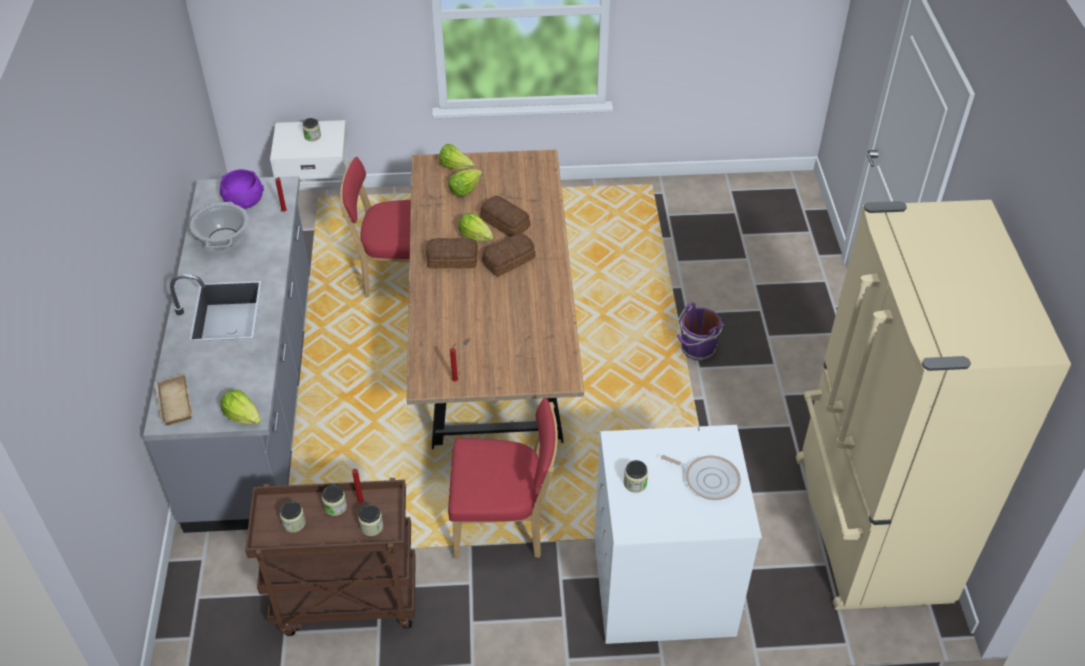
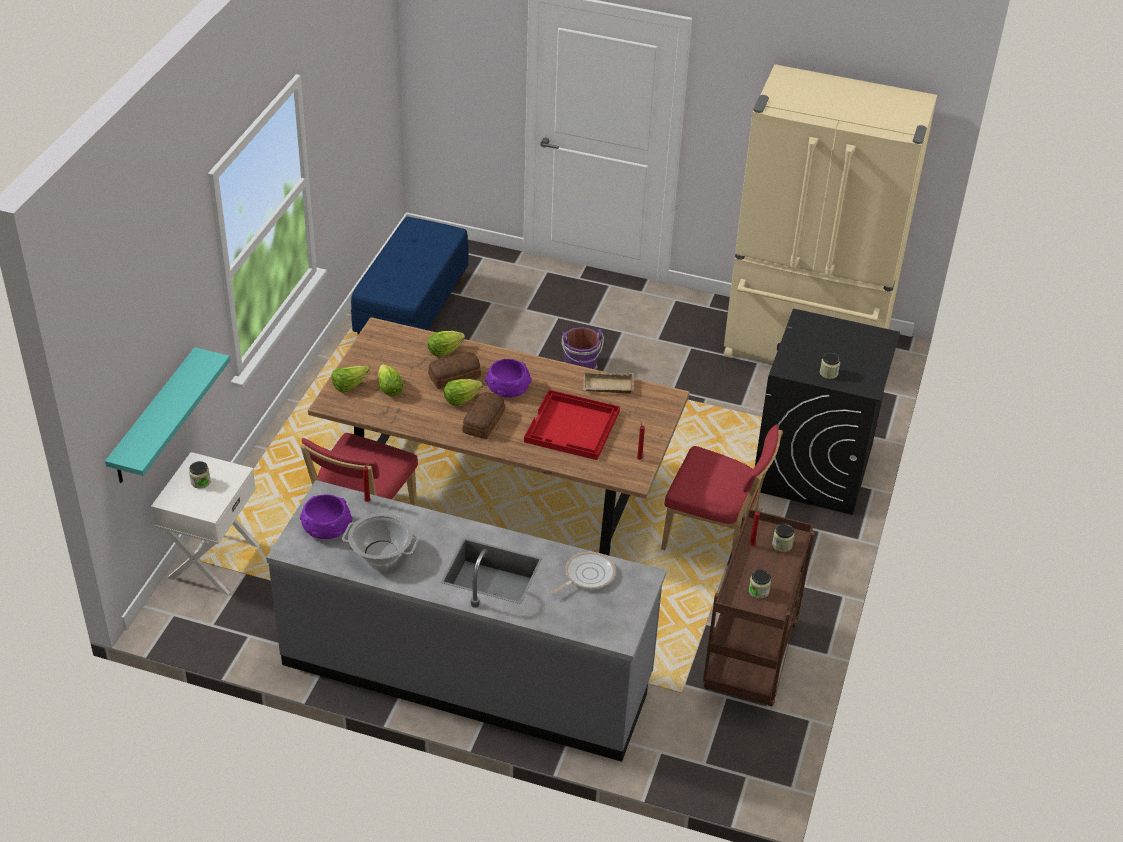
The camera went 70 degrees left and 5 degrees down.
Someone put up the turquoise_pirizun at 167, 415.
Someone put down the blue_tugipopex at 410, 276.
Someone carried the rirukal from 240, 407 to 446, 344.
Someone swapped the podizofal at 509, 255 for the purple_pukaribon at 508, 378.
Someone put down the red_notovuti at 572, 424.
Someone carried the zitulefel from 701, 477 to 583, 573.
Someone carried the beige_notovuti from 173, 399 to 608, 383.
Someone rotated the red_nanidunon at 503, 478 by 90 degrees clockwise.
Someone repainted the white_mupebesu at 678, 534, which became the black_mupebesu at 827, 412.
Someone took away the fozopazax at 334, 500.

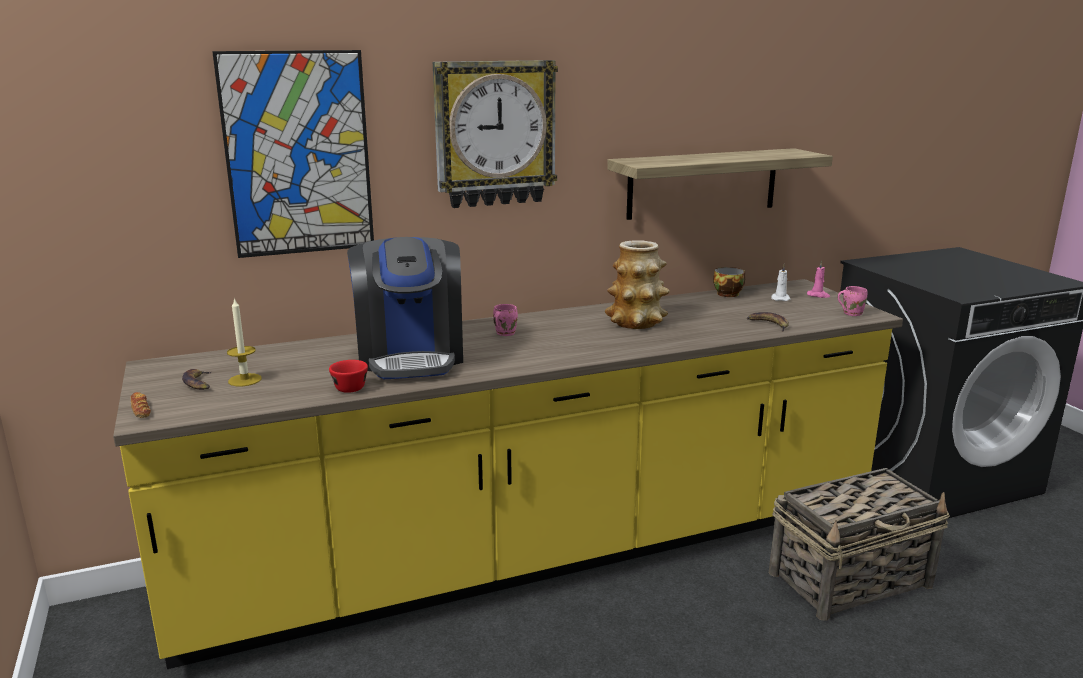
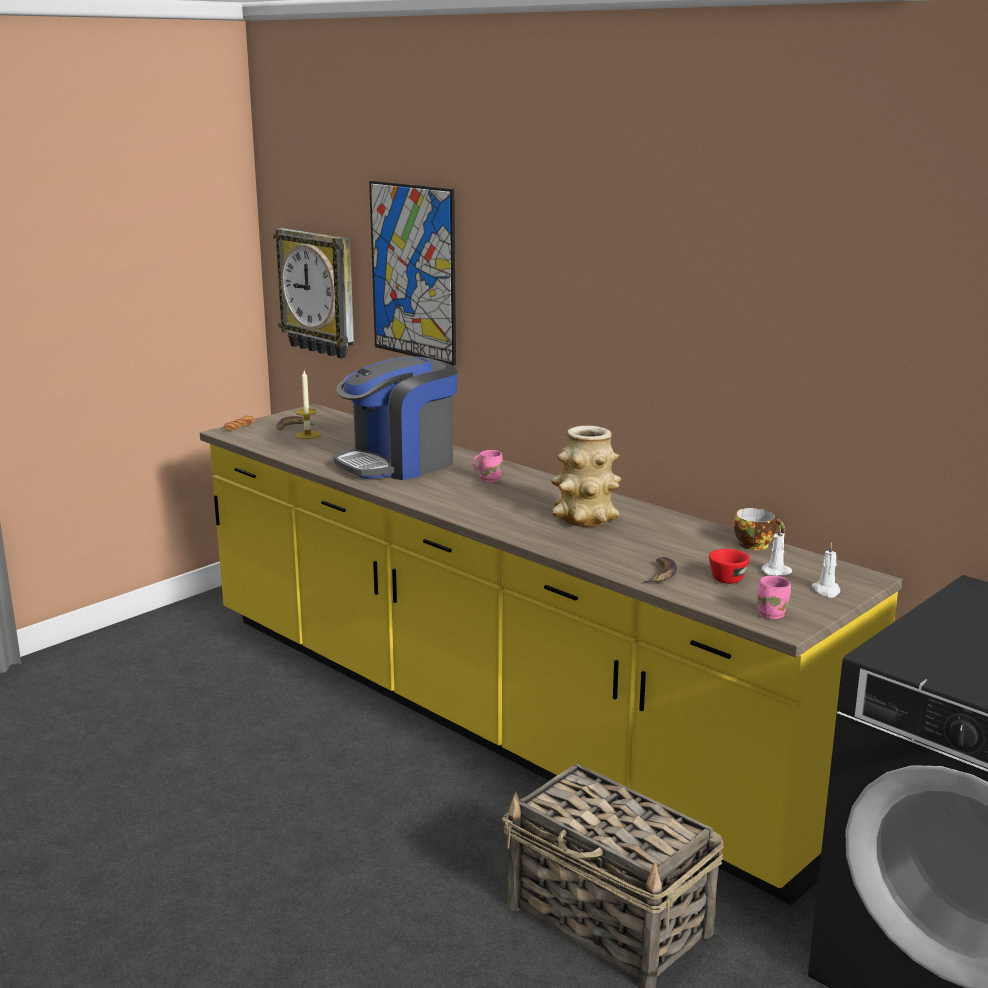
The camera went 65 degrees right and 0 degrees up.
Someone carried the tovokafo from 495, 134 to 313, 293.
Someone carried the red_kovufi from 348, 376 to 729, 566.
Someone repainted the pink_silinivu at 818, 279, which became the white_silinivu at 826, 569.
Someone took away the pirizun at 720, 184.

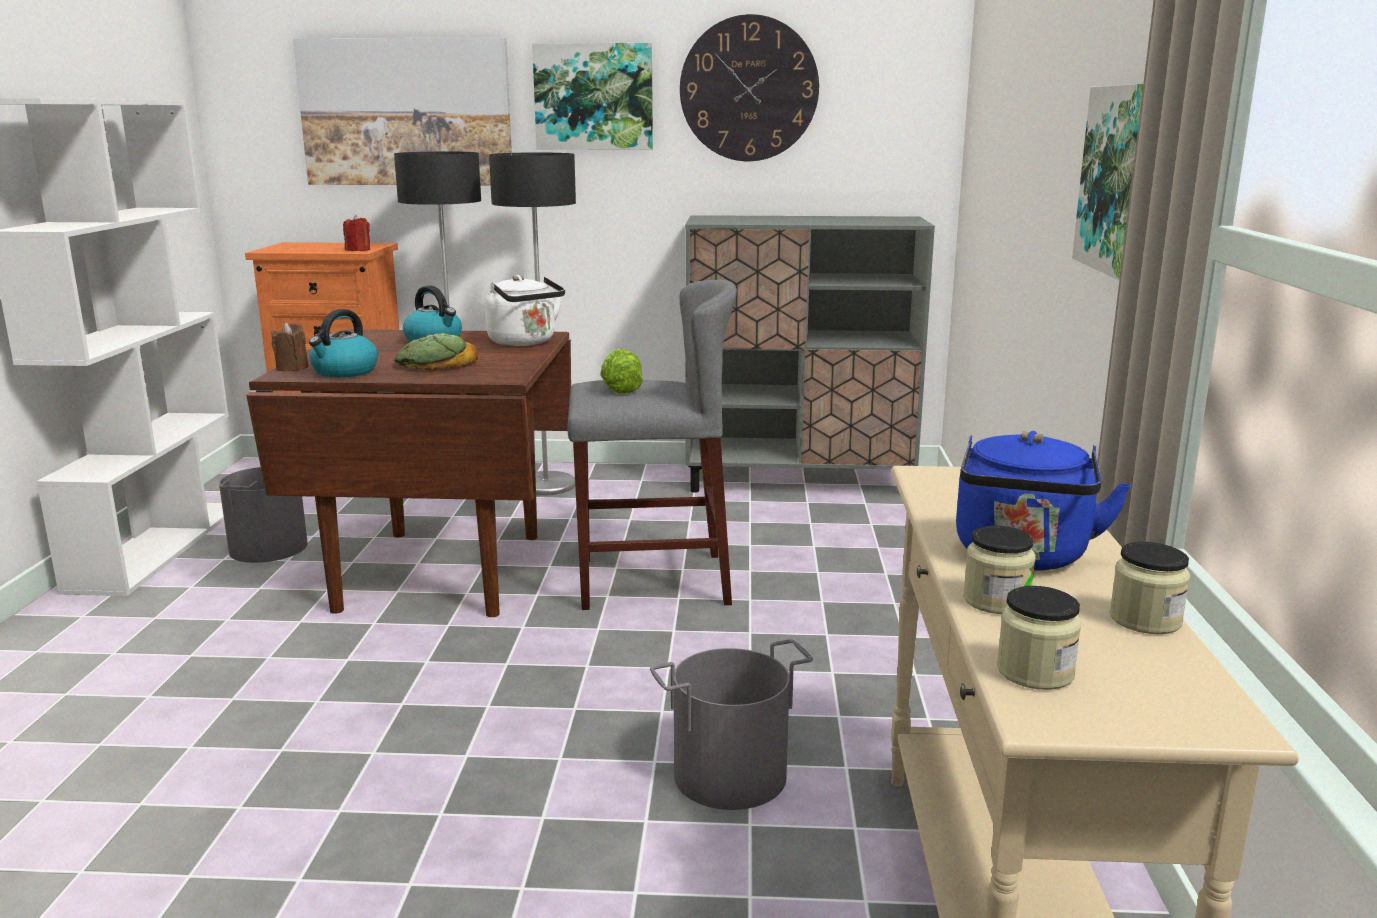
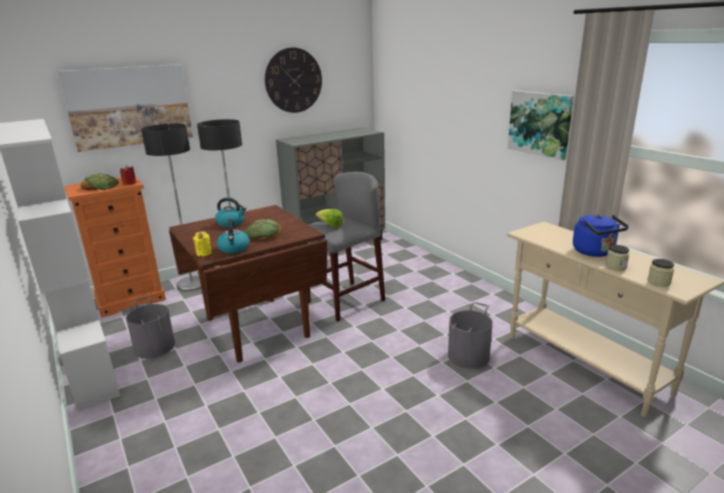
The camera went 35 degrees left and 5 degrees up.
Someone put down the podizofal at 100, 181.
Someone repainted the brown_silinivu at 290, 347, which became the yellow_silinivu at 202, 244.
Someone took away the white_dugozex at 525, 310.
Someone took away the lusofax at 592, 96.
Someone took away the fozopazax at 1149, 588.

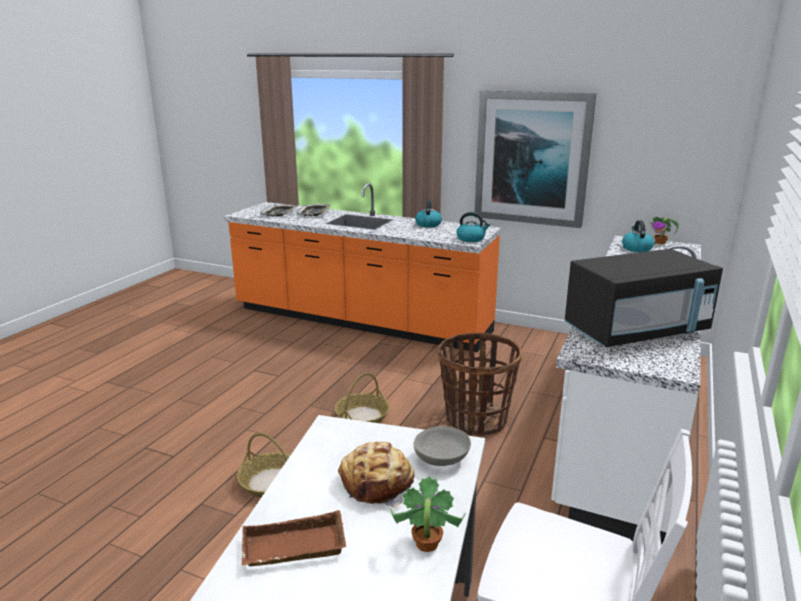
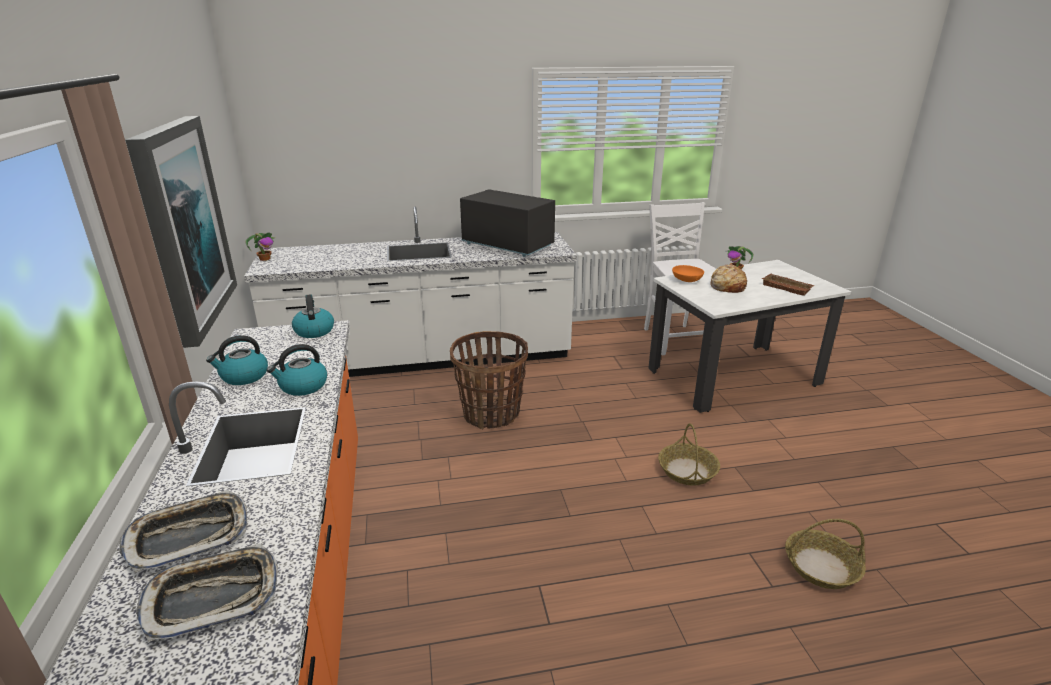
The camera went 125 degrees left and 5 degrees up.
Someone carried the dugozex from 638, 236 to 297, 370.
Someone repainted the grey_pukaribon at 442, 446, which became the orange_pukaribon at 688, 273.
Someone carried the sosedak from 362, 398 to 825, 554.

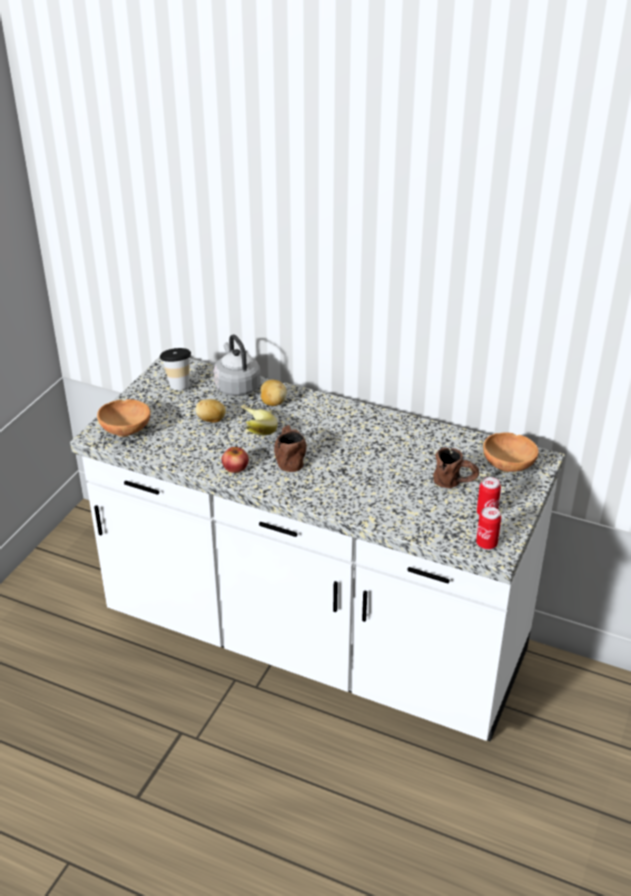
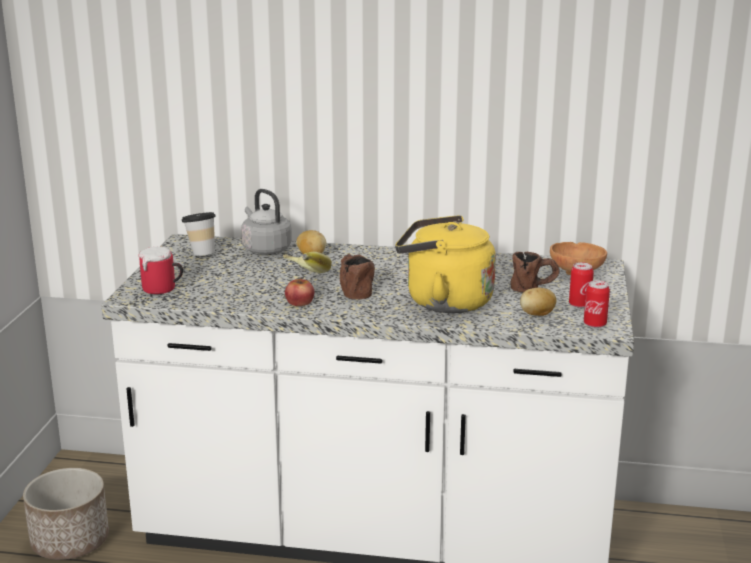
The camera went 15 degrees left and 15 degrees down.
Someone put down the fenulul at 66, 514.
Someone swapped the brown_pukaribon at 123, 418 for the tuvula at 160, 270.
Someone put down the yellow_dugozex at 445, 264.
Someone carried the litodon from 210, 411 to 538, 302.

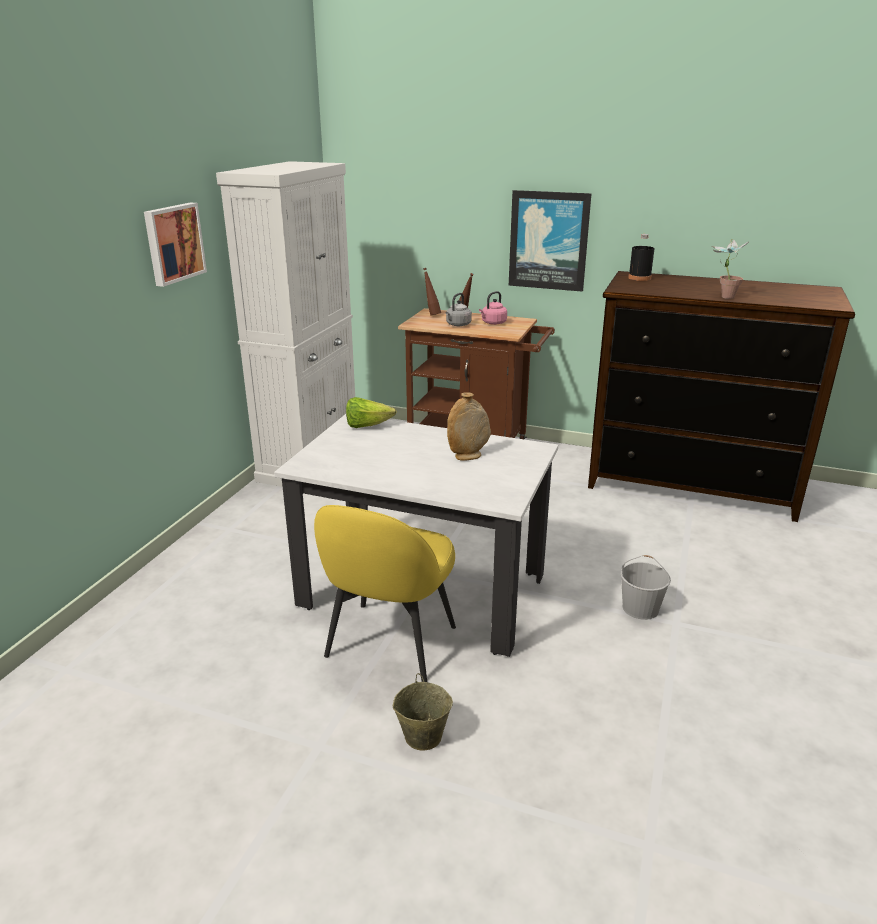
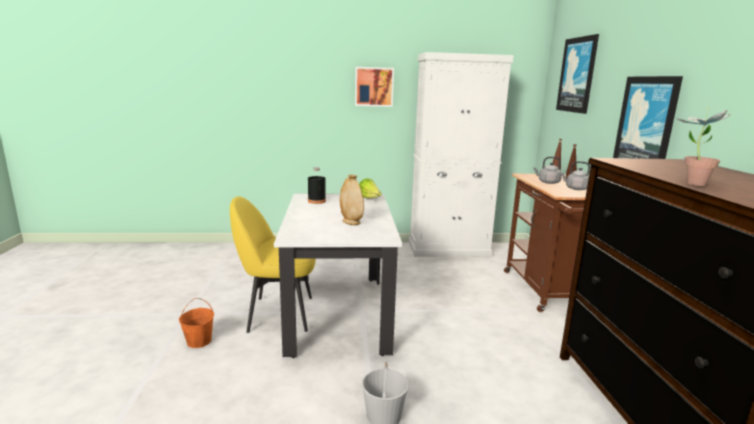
The camera went 65 degrees right and 10 degrees down.
Someone repainted the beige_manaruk at 423, 711, which became the orange_manaruk at 196, 323.
Someone carried the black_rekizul from 641, 257 to 317, 185.
Someone put up the lusofax at 577, 74.
Someone repainted the pink_dugozex at 493, 308, which became the grey_dugozex at 575, 175.

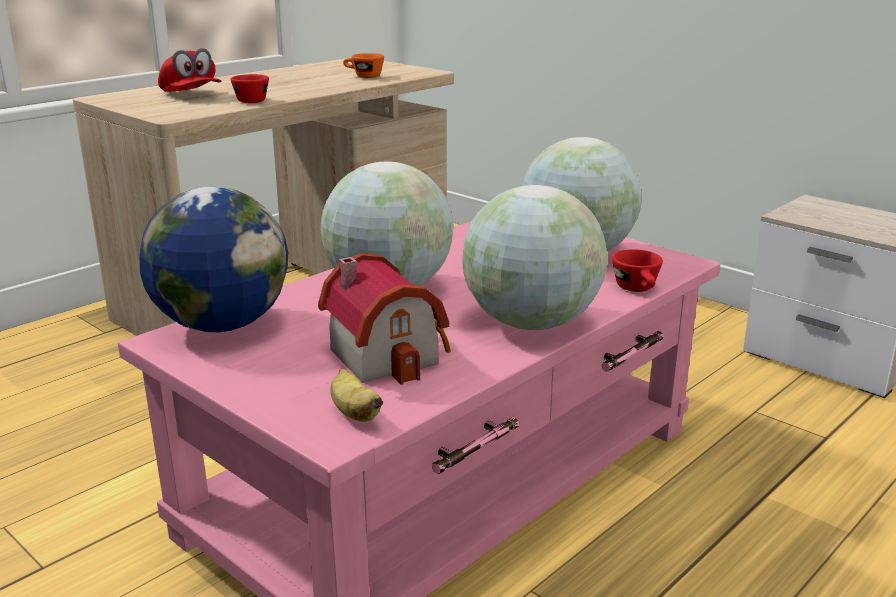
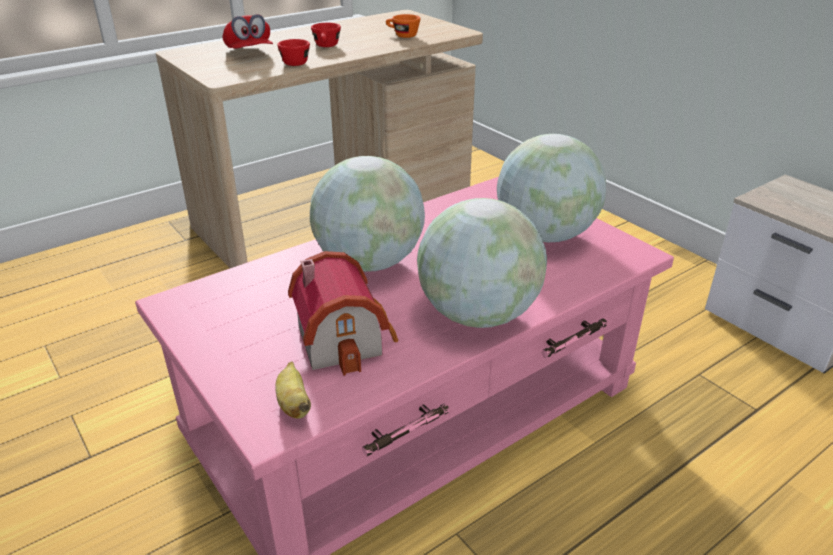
The camera went 10 degrees right and 10 degrees up.
Someone carried the red_kovufi from 637, 270 to 326, 35.
Someone took away the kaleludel at 214, 259.

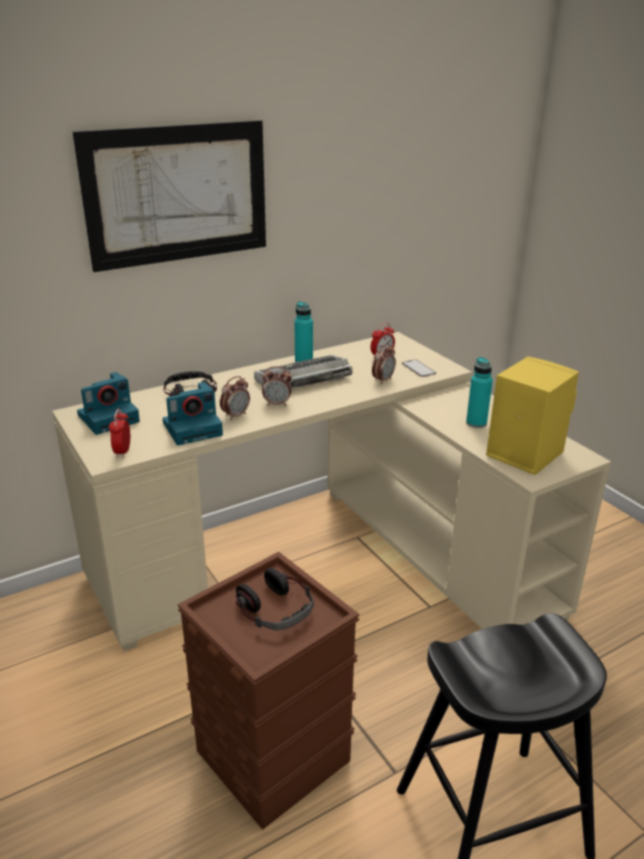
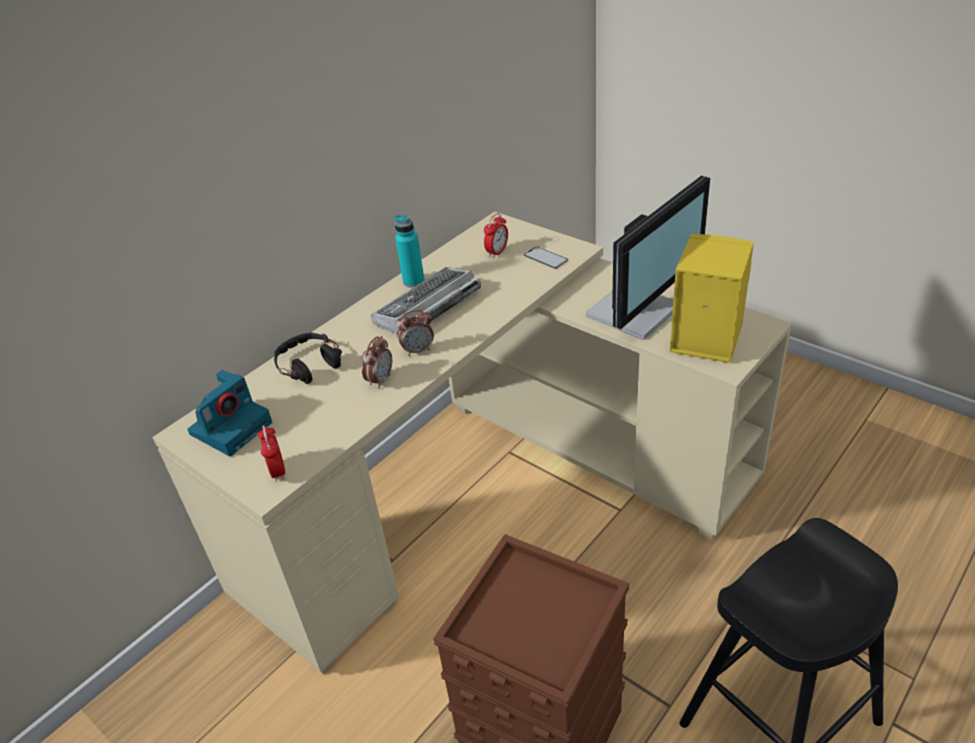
The camera went 15 degrees left and 10 degrees up.
Someone swapped the turquoise_rekizul at 479, 392 for the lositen at 648, 258.
Someone took away the lusofax at 169, 196.
Someone took away the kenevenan at 193, 413.
Someone took away the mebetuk at 275, 599.
Someone took away the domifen at 384, 364.

